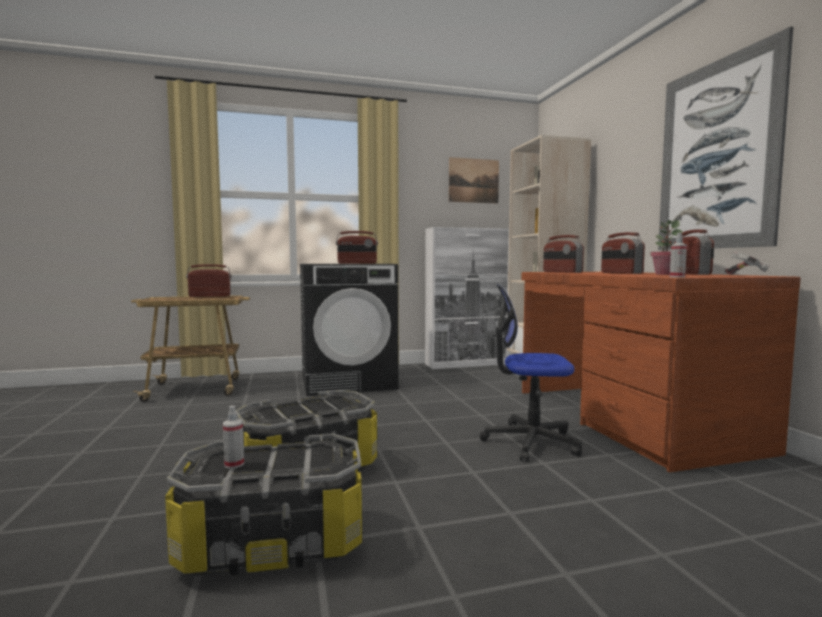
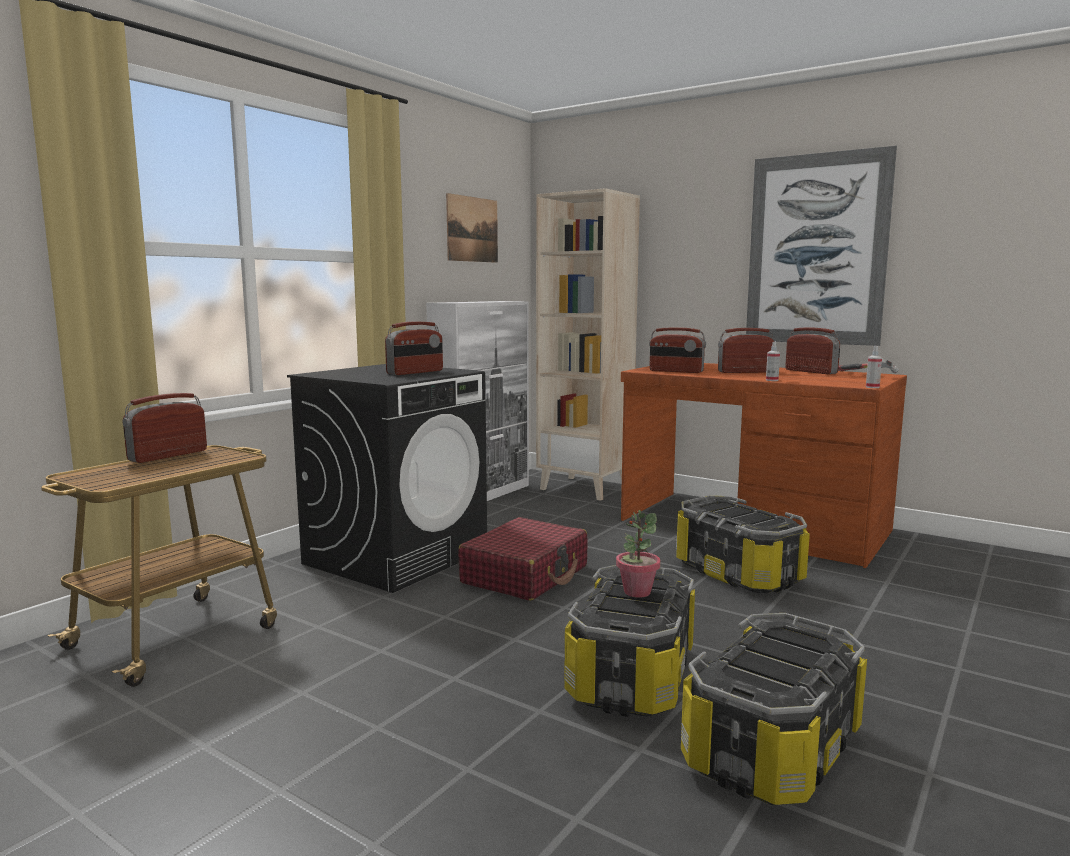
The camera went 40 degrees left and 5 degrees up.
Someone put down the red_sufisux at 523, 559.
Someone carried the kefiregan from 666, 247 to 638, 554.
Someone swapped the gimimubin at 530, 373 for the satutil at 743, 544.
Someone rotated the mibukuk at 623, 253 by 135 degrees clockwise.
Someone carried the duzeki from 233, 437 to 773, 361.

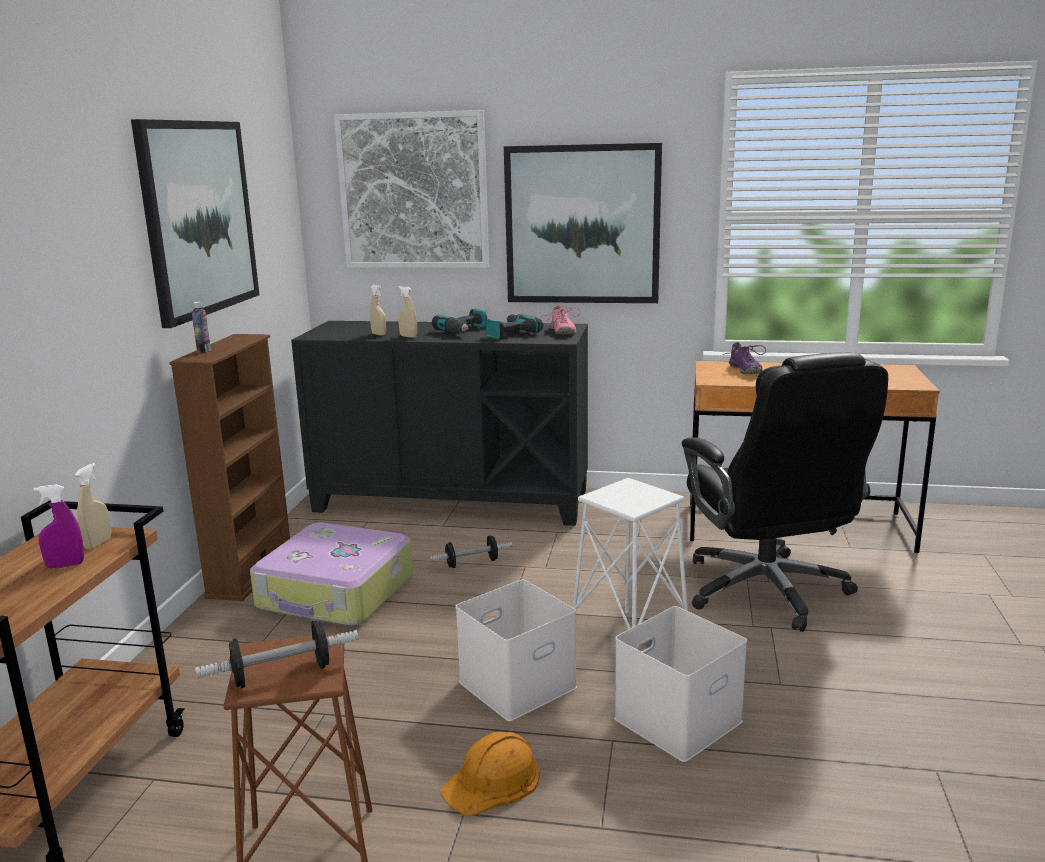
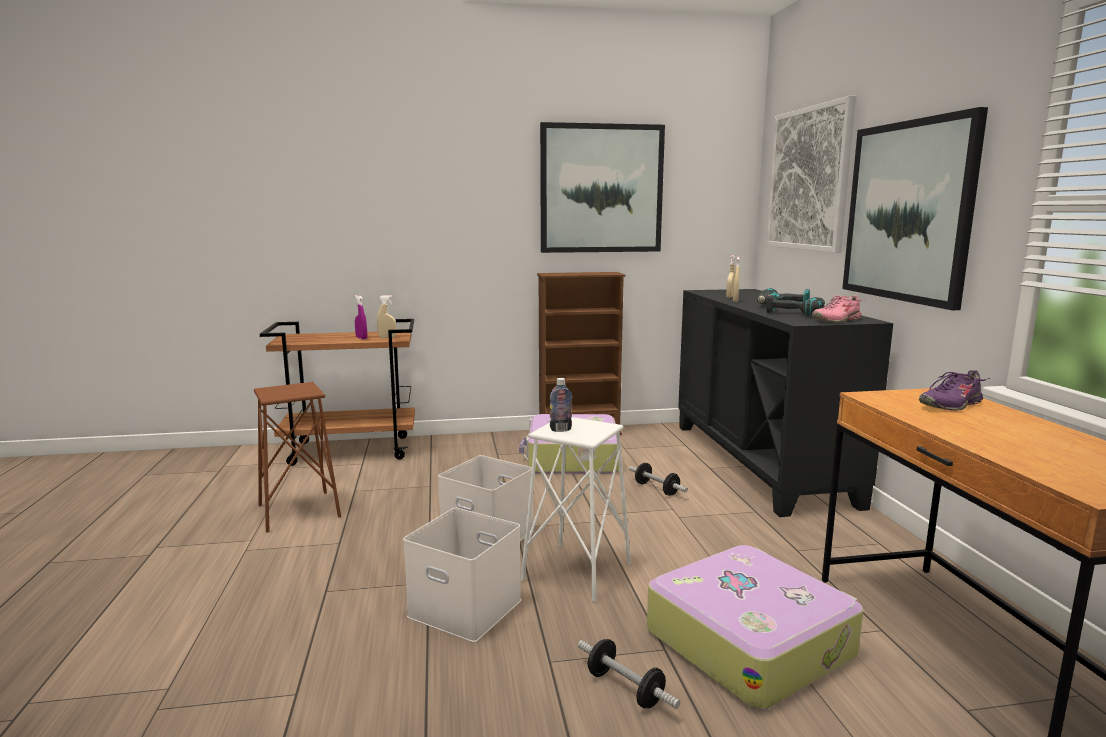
The camera went 70 degrees right and 5 degrees down.
Someone carried the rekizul from 201, 327 to 561, 405.
Someone carried the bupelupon from 276, 654 to 629, 674.
Someone swapped the black_gimimubin at 784, 492 for the sufisux at 755, 627.
Someone took away the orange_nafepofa at 490, 774.

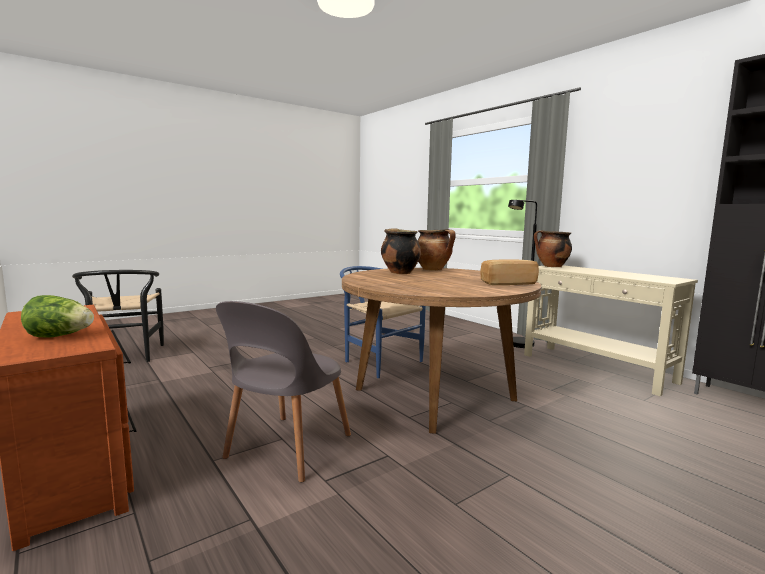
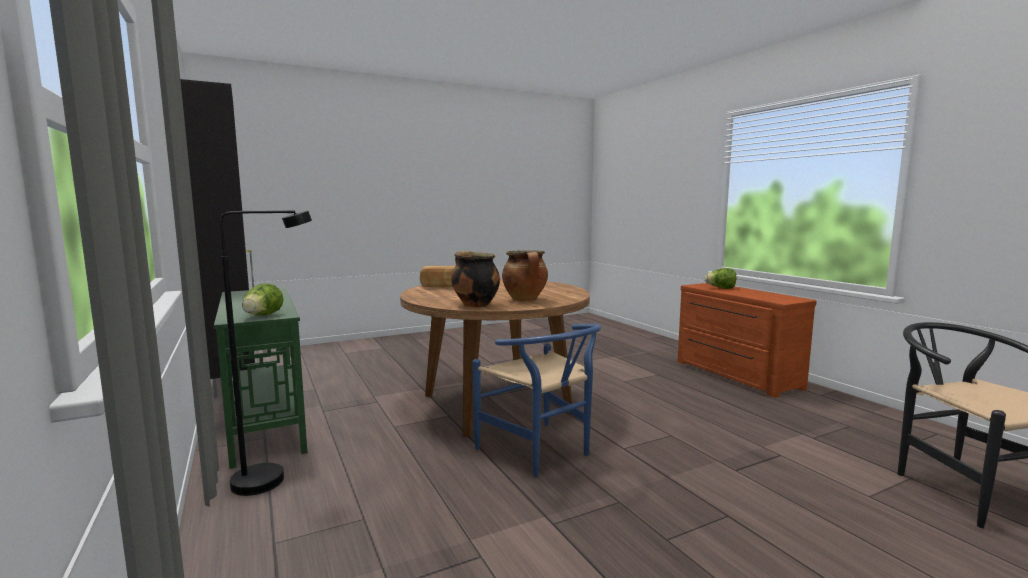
The camera went 170 degrees left and 0 degrees up.
Someone repainted the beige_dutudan at 611, 330, which became the green_dutudan at 261, 378.
Someone swapped the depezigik at 553, 248 for the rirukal at 263, 299.
Someone took away the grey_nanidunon at 283, 391.

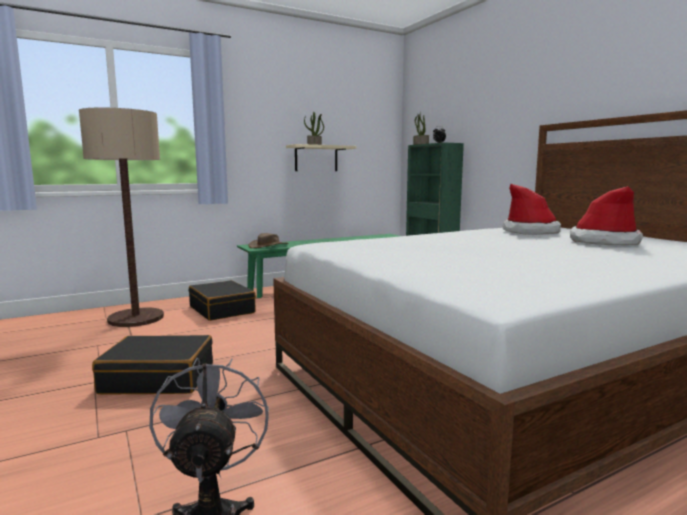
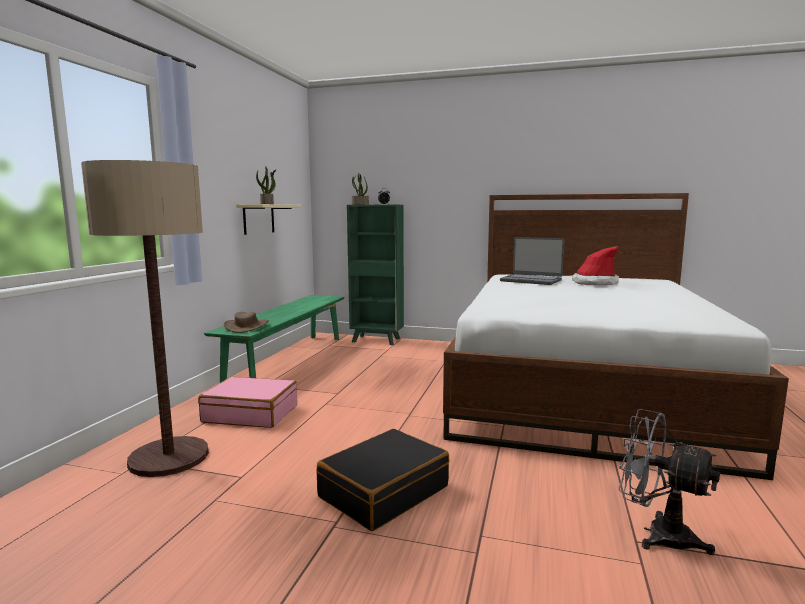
The camera went 45 degrees left and 0 degrees up.
Someone repainted the black_sufisux at 222, 300, which became the pink_sufisux at 247, 402.
Someone swapped the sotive at 531, 209 for the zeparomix at 532, 261.

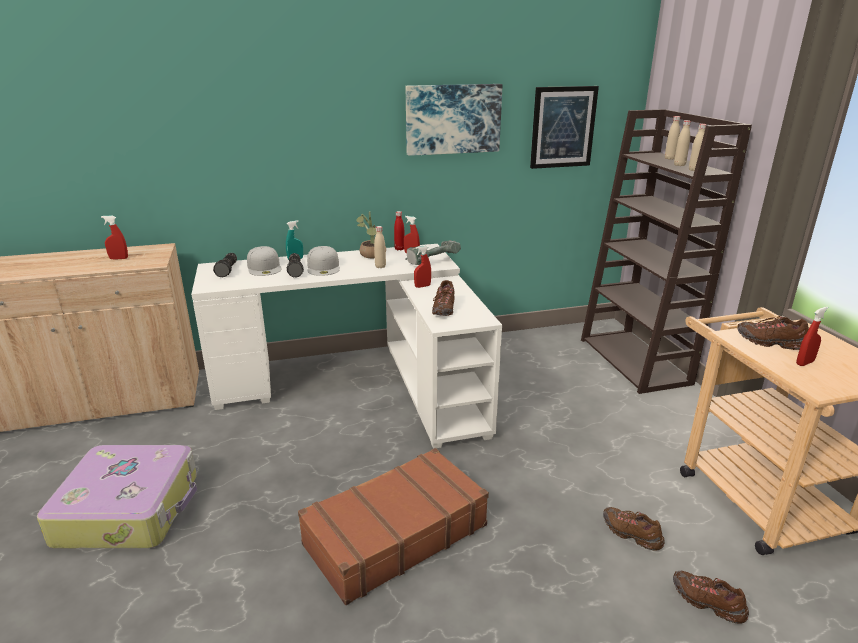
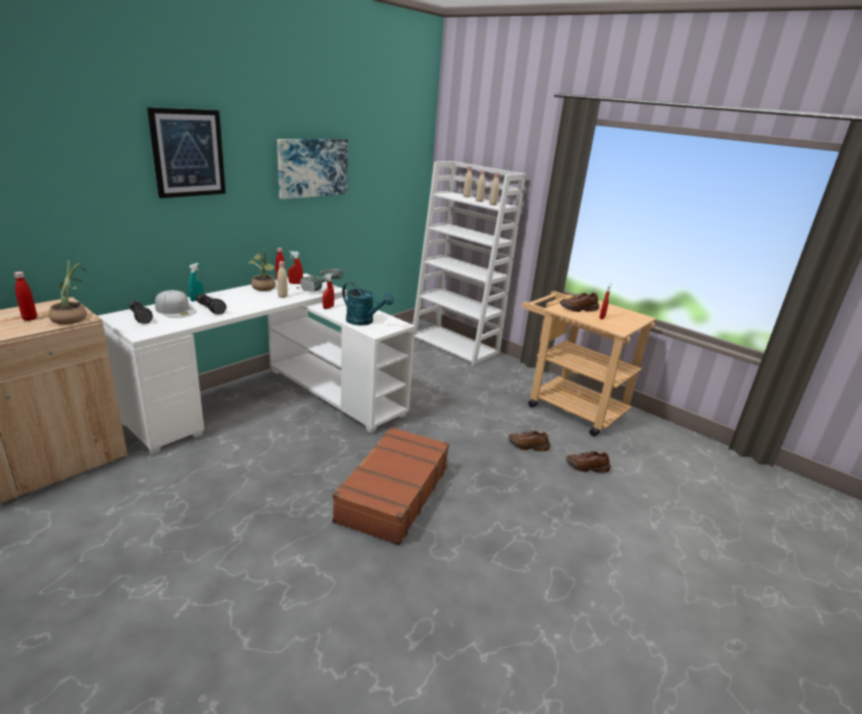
The camera went 35 degrees left and 0 degrees up.
Someone swapped the red_duzeki at 114, 237 for the red_rekizul at 25, 296.
Someone put down the kefiregan at 67, 292.
Someone carried the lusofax from 564, 127 to 186, 152.
Someone swapped the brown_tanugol at 443, 298 for the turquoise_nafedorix at 368, 303.
Someone repainted the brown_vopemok at 666, 251, which became the white_vopemok at 469, 263.
Someone took away the sufisux at 117, 496.
Someone took away the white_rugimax at 323, 261.

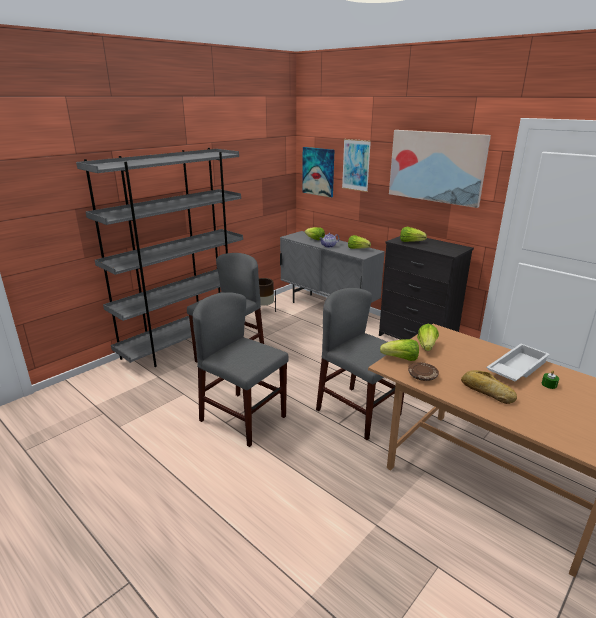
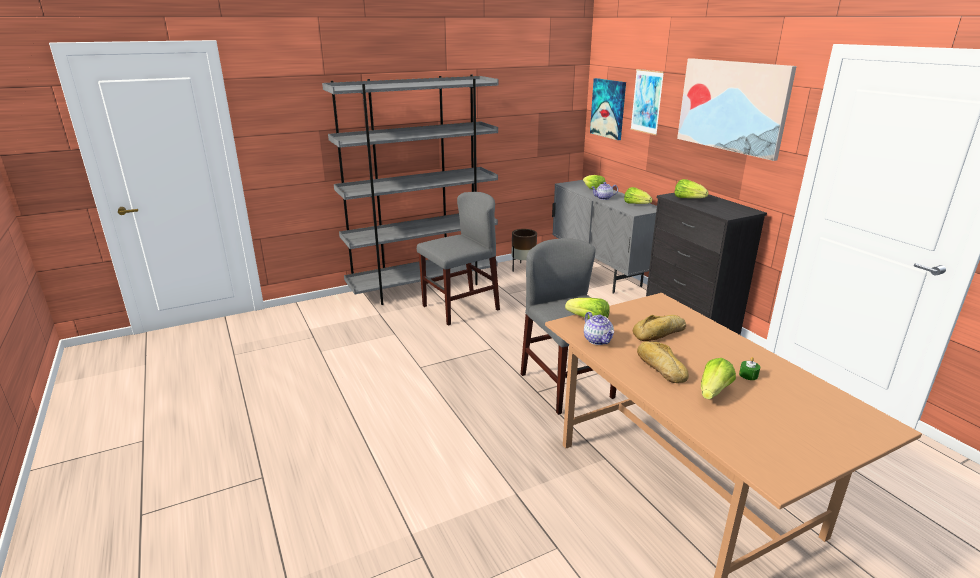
The camera went 20 degrees right and 0 degrees up.
Someone swapped the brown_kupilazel at 423, 371 for the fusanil at 599, 328.
Someone put down the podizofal at 659, 328.
Someone carried the rirukal from 428, 337 to 718, 378.
Someone took away the grey_nanidunon at 241, 370.
Someone took away the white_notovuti at 518, 362.

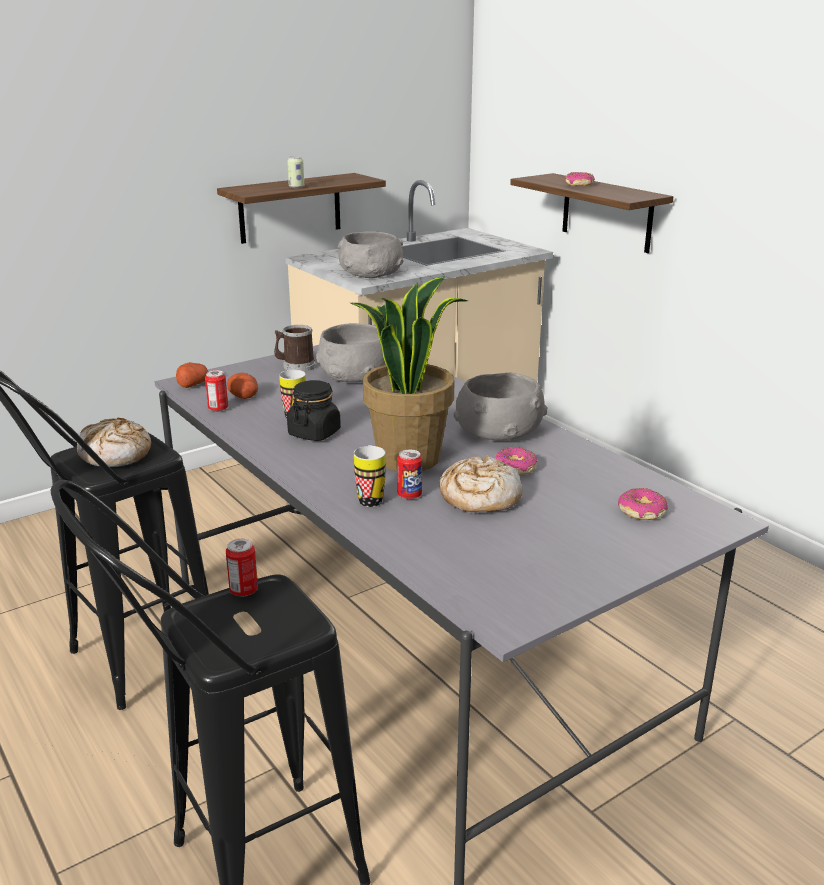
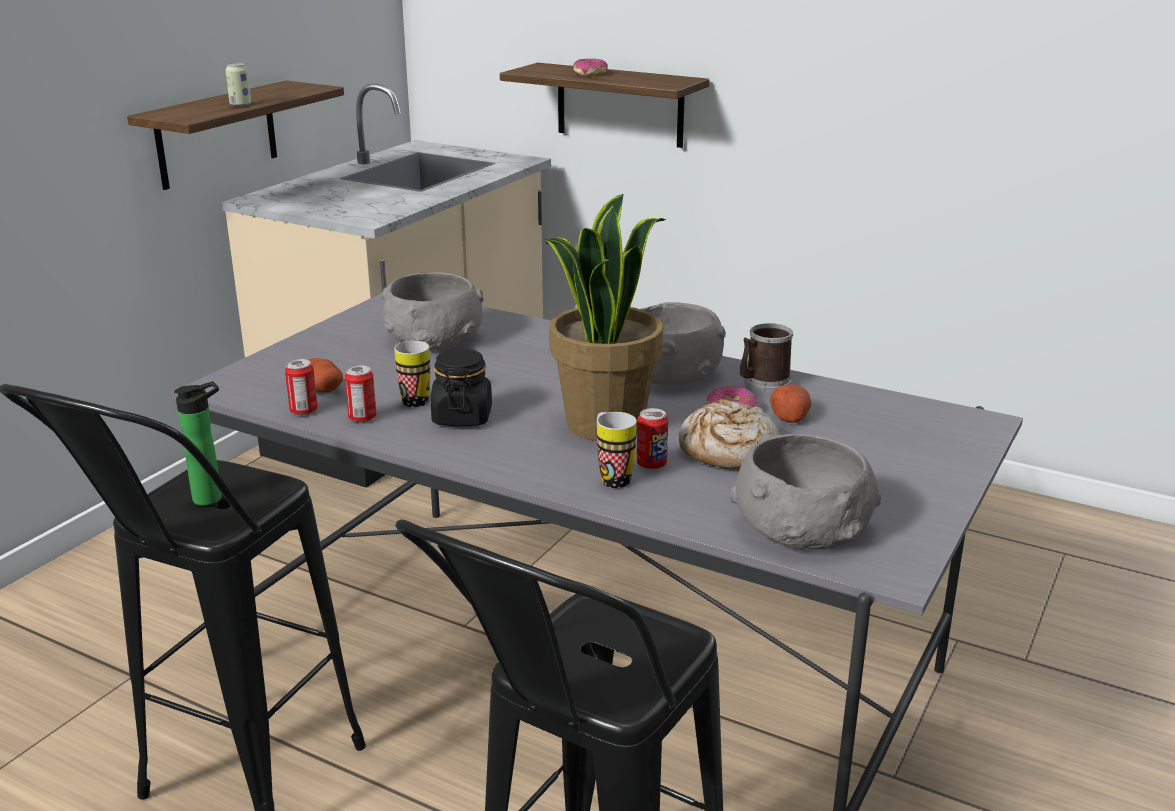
The camera went 25 degrees left and 0 degrees up.
Someone swapped the podizofal at 114, 442 for the rekizul at 198, 443.
Someone carried the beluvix from 242, 568 to 360, 393.
Someone carried the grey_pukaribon from 370, 254 to 806, 491.
Someone carried the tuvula from 294, 348 to 766, 358.
Someone carried the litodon from 192, 375 to 790, 403.
Someone took away the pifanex at 643, 504.

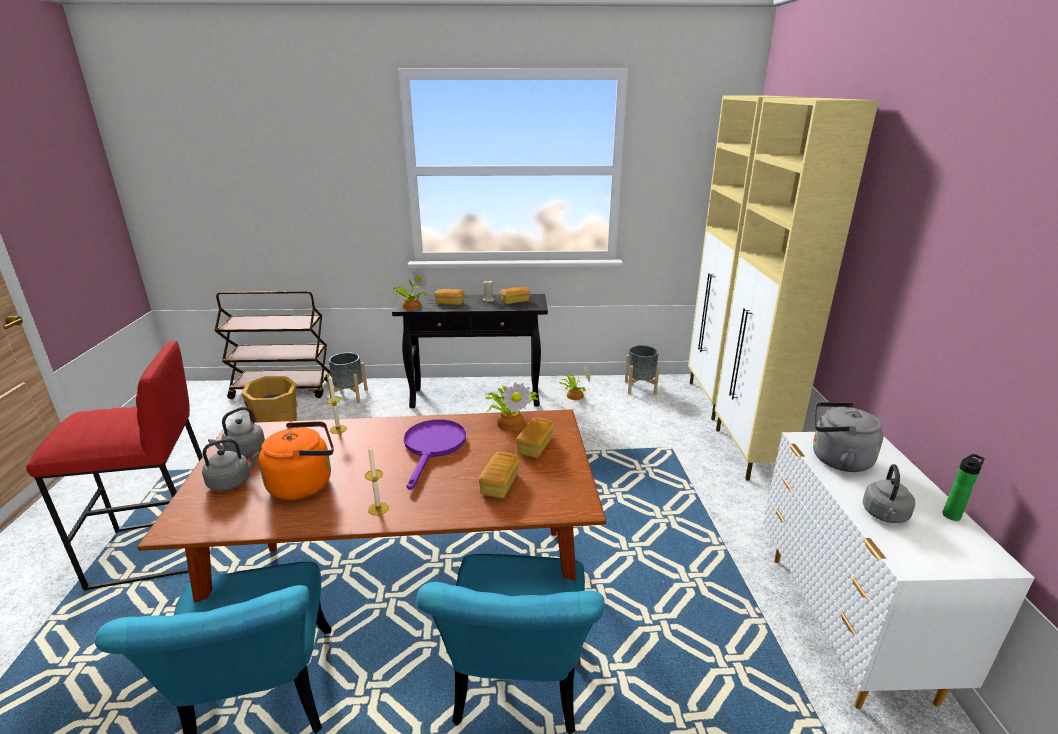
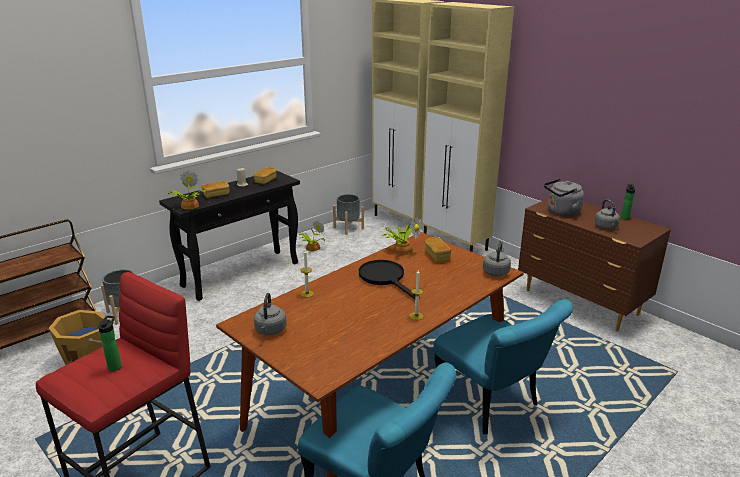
The camera went 40 degrees left and 0 degrees up.
Someone put down the rekizul at 110, 343.
Someone repainted the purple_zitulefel at 435, 454, which became the black_zitulefel at 389, 279.
Someone carried the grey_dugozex from 231, 465 to 497, 259.
Someone repainted the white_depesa at 898, 570, which became the brown_depesa at 594, 264.
Someone took away the orange_dugozex at 296, 460.
Someone took away the podizofal at 499, 475.

